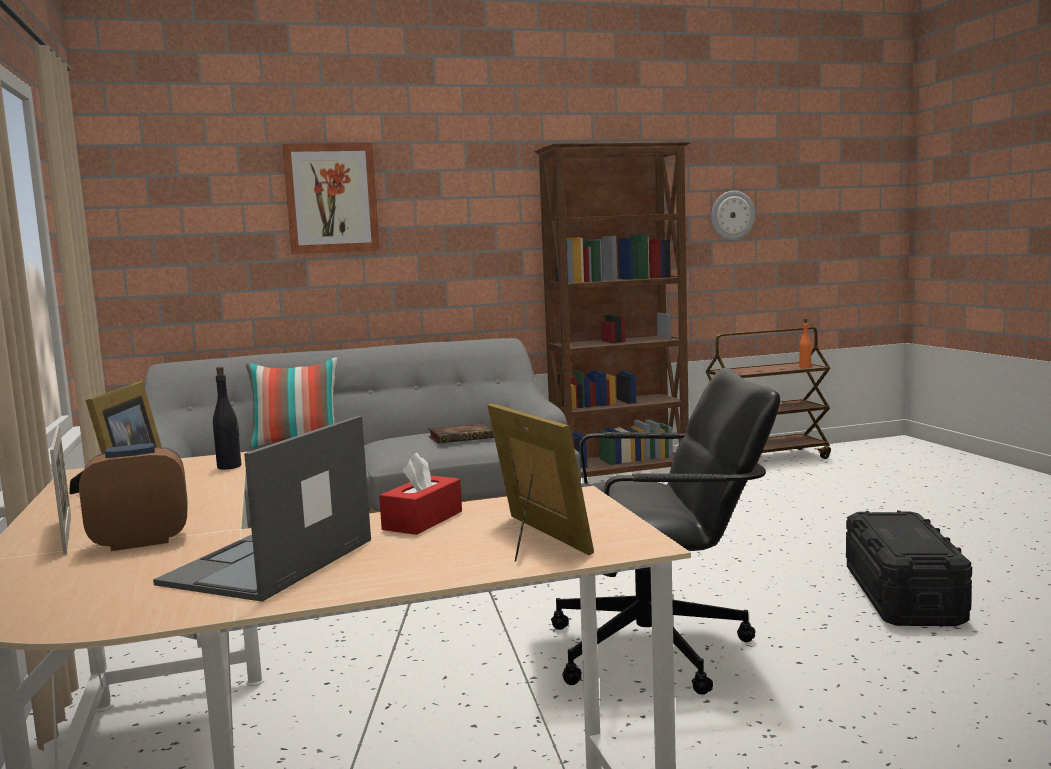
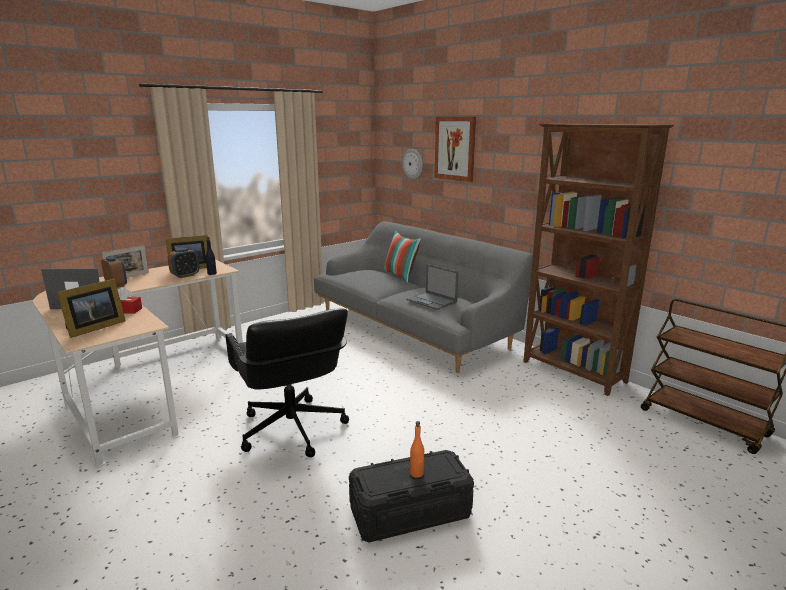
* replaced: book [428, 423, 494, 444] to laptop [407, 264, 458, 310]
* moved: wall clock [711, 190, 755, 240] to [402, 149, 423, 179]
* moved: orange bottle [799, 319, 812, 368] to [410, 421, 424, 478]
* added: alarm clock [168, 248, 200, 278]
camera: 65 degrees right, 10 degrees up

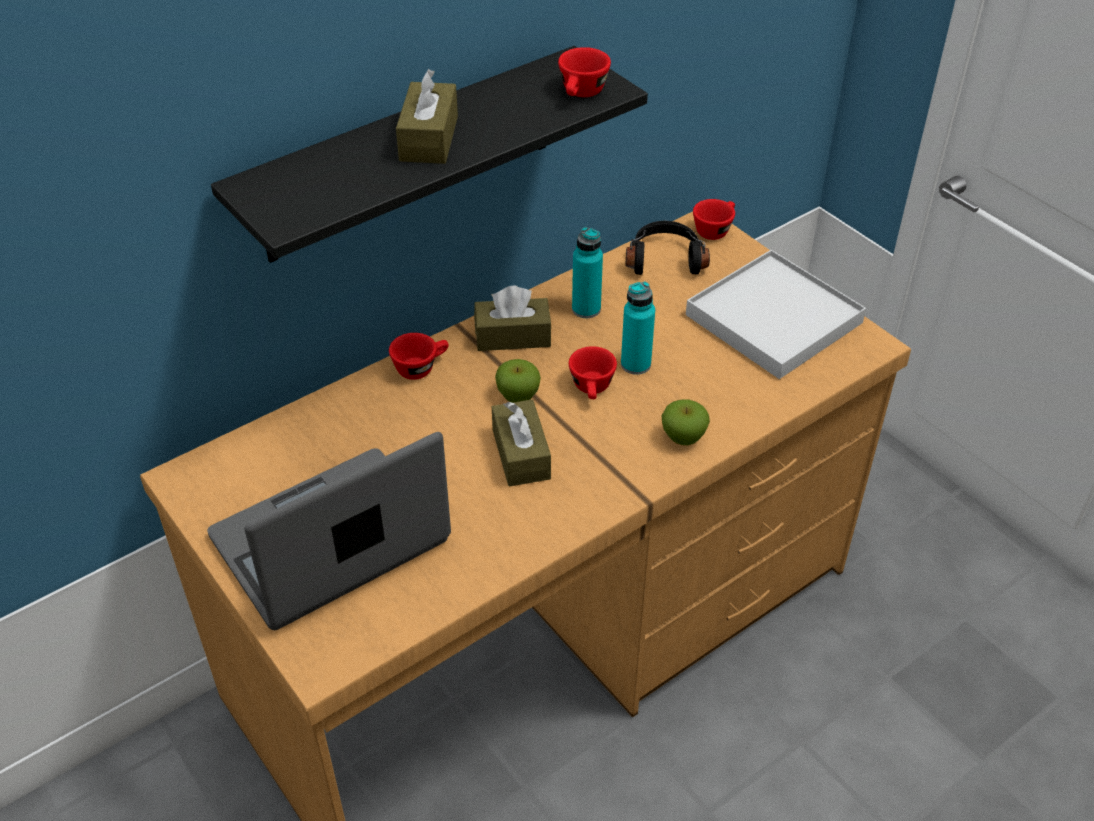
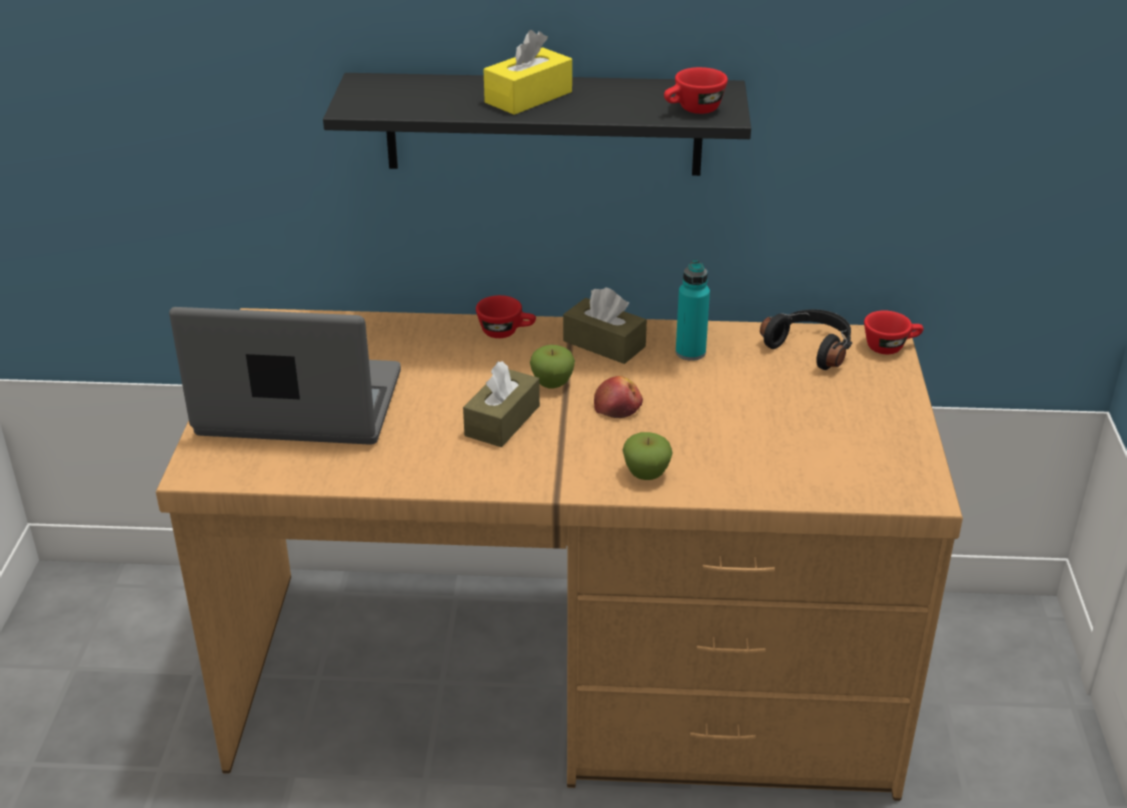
* recoloured: brown tissue box [396, 69, 458, 164] to yellow tissue box [484, 30, 572, 115]
* replaced: red cup [569, 346, 617, 399] to apple [594, 376, 643, 418]
* removed: turquoise bottle [621, 281, 655, 375]
* removed: white tray [686, 250, 866, 379]
camera: 40 degrees right, 10 degrees down

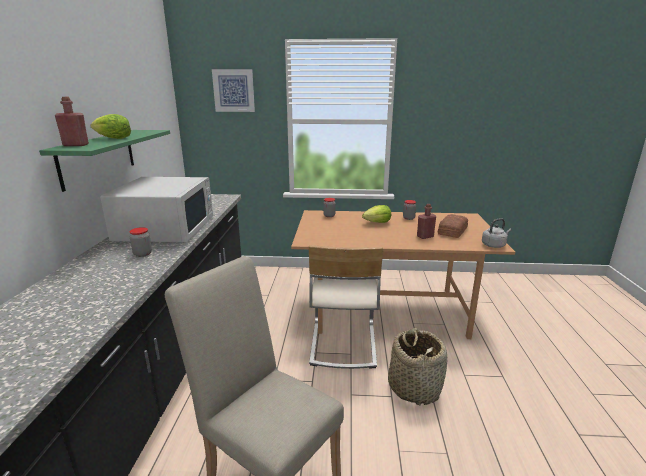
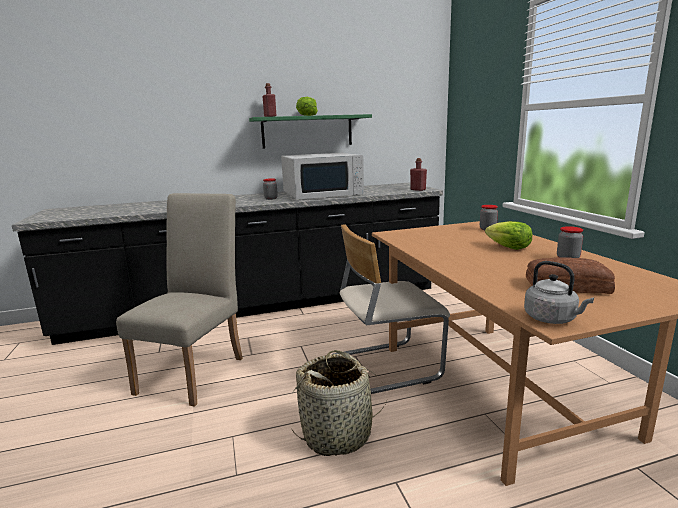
* removed: picture [212, 69, 255, 112]
* moved: red bottle [417, 204, 436, 239] to [410, 158, 427, 191]
camera: 70 degrees right, 5 degrees down

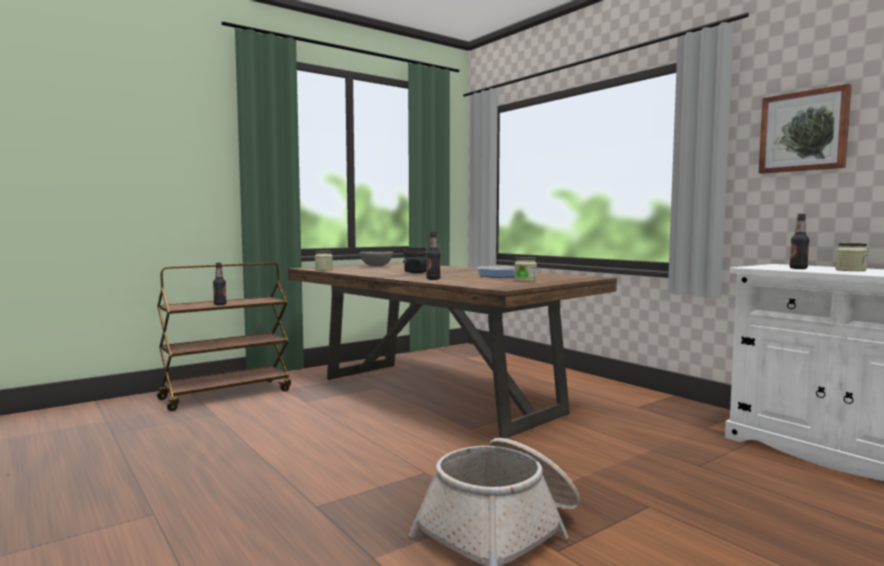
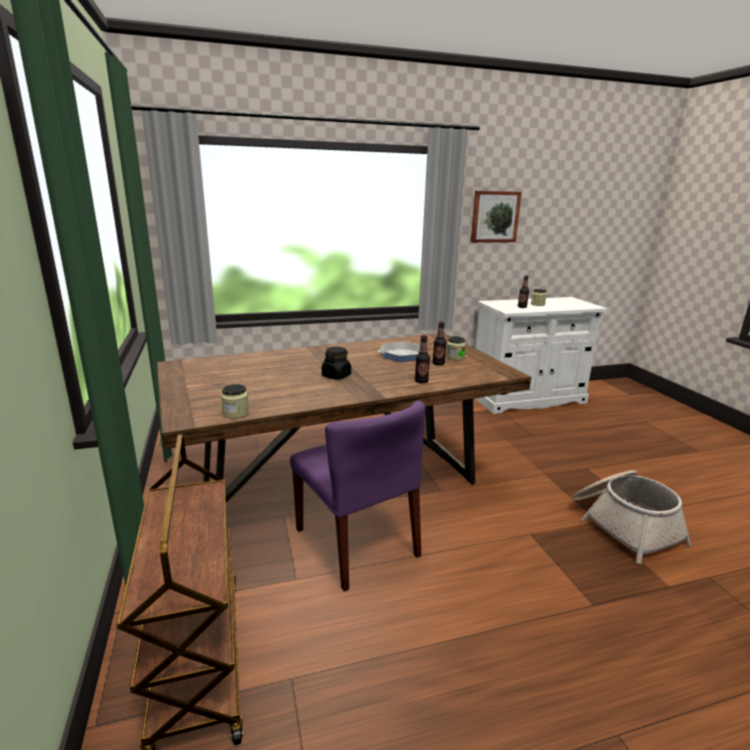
* moved: bottle [213, 262, 227, 305] to [433, 321, 447, 366]
* removed: grey bowl [359, 251, 393, 267]
* added: purple chair [290, 400, 425, 592]
camera: 70 degrees left, 15 degrees up

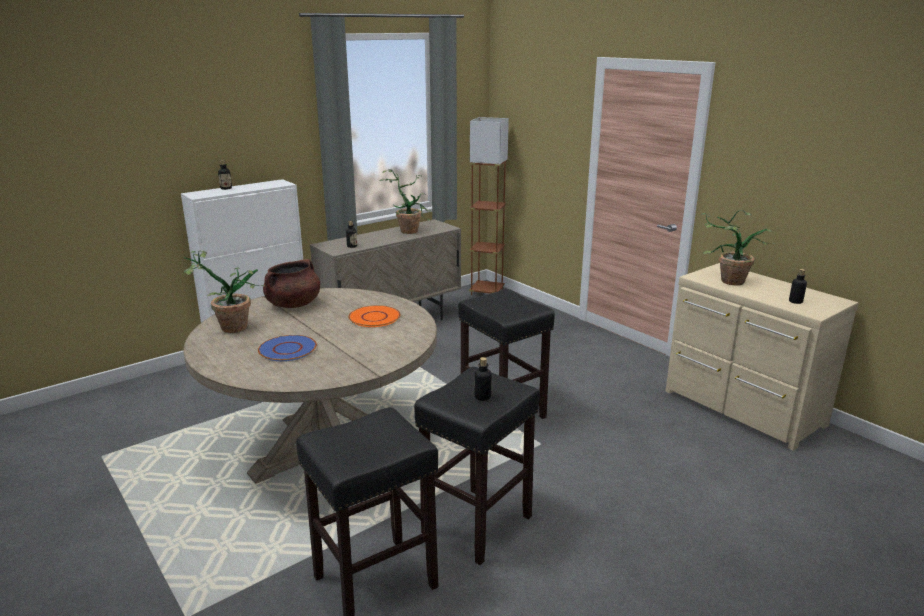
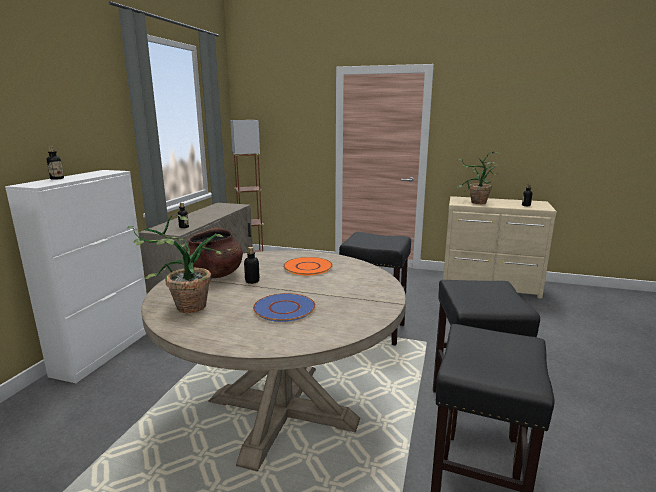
* removed: potted plant [380, 169, 432, 234]
* moved: bottle [475, 357, 492, 401] to [244, 247, 260, 284]
camera: 35 degrees left, 5 degrees down

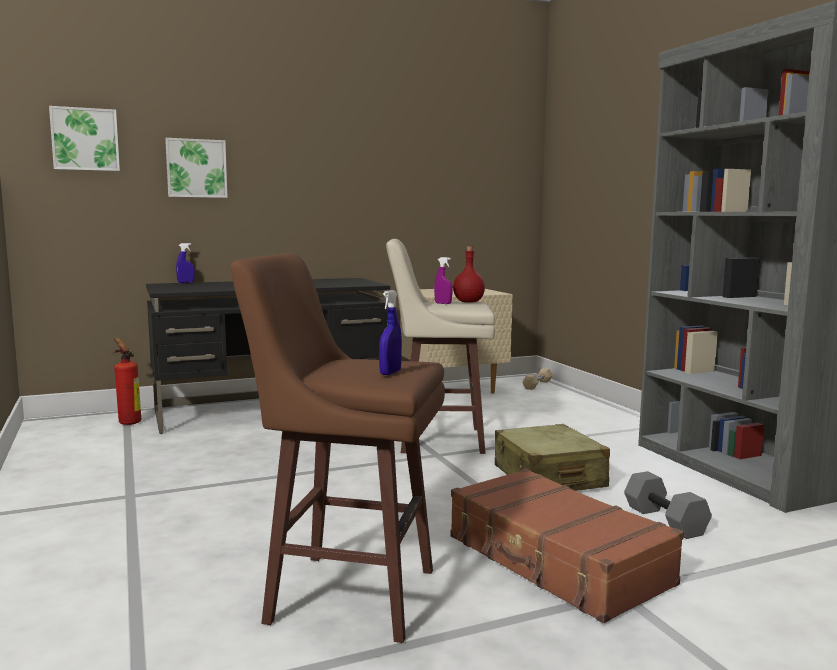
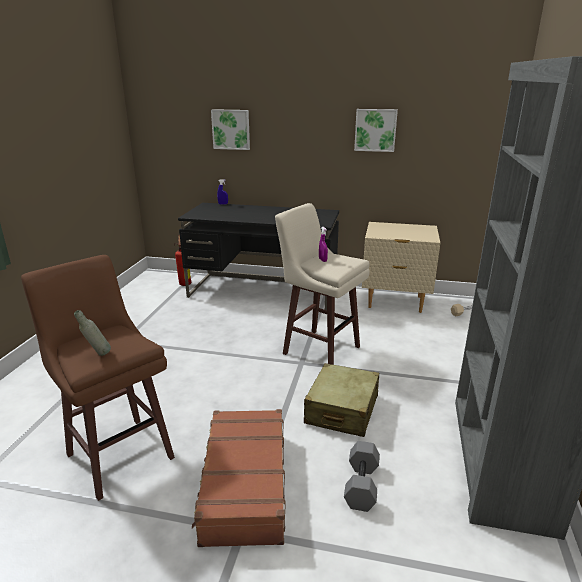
* moved: picture [49, 106, 120, 171] to [354, 109, 398, 152]
* replaced: blue spray bottle [379, 290, 402, 375] to grey bottle [74, 310, 111, 356]
* removed: red bottle [453, 246, 485, 303]
camera: 35 degrees right, 15 degrees up

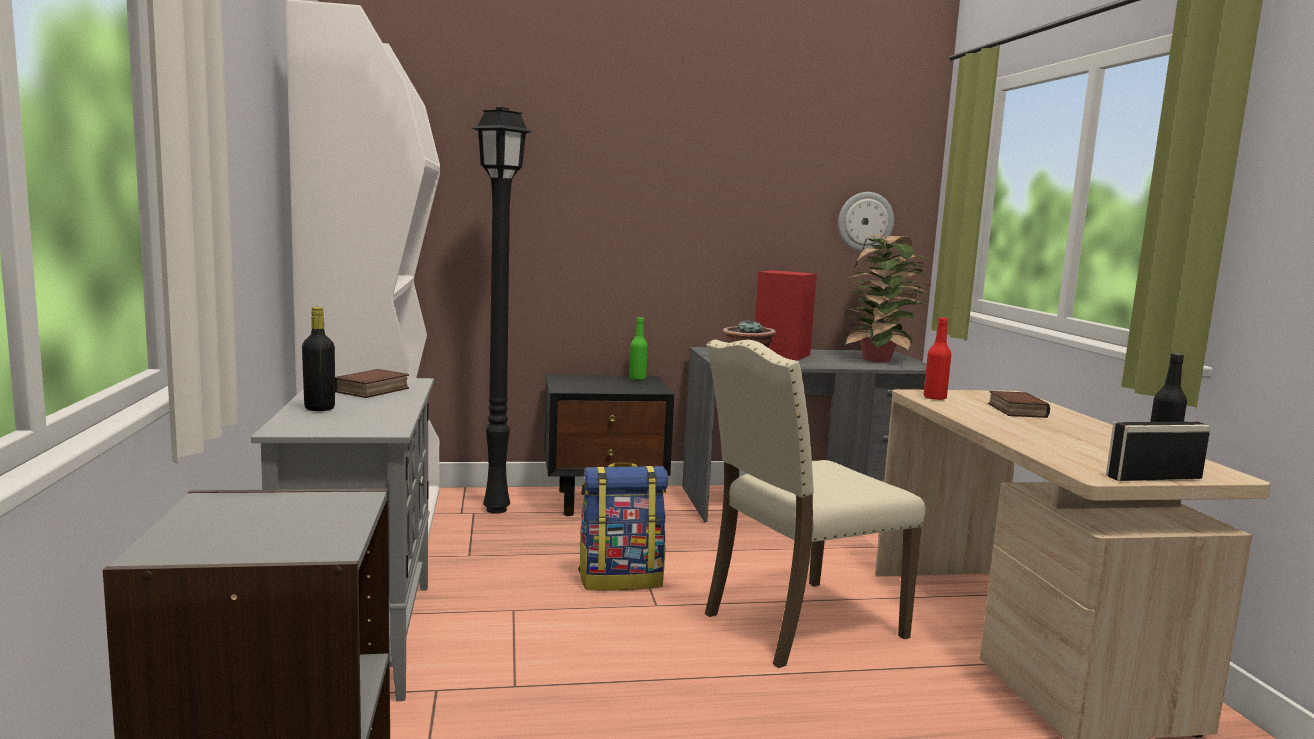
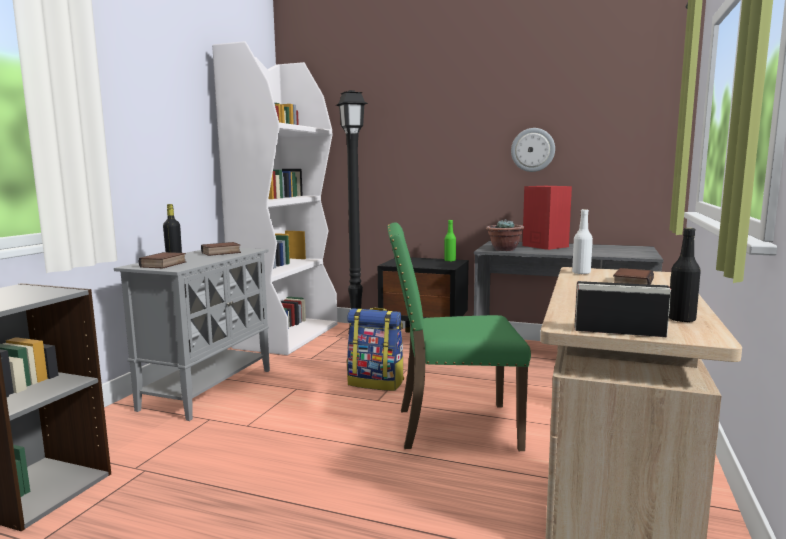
* recoloured: beige chair [705, 340, 926, 668] to green chair [387, 222, 531, 451]
* moved: wall clock [838, 192, 894, 252] to [511, 128, 555, 172]
* removed: potted plant [844, 234, 931, 362]
* recoloured: red bottle [923, 317, 951, 400] to white bottle [572, 209, 593, 274]
* added: book [139, 252, 186, 268]
camera: 30 degrees right, 0 degrees up

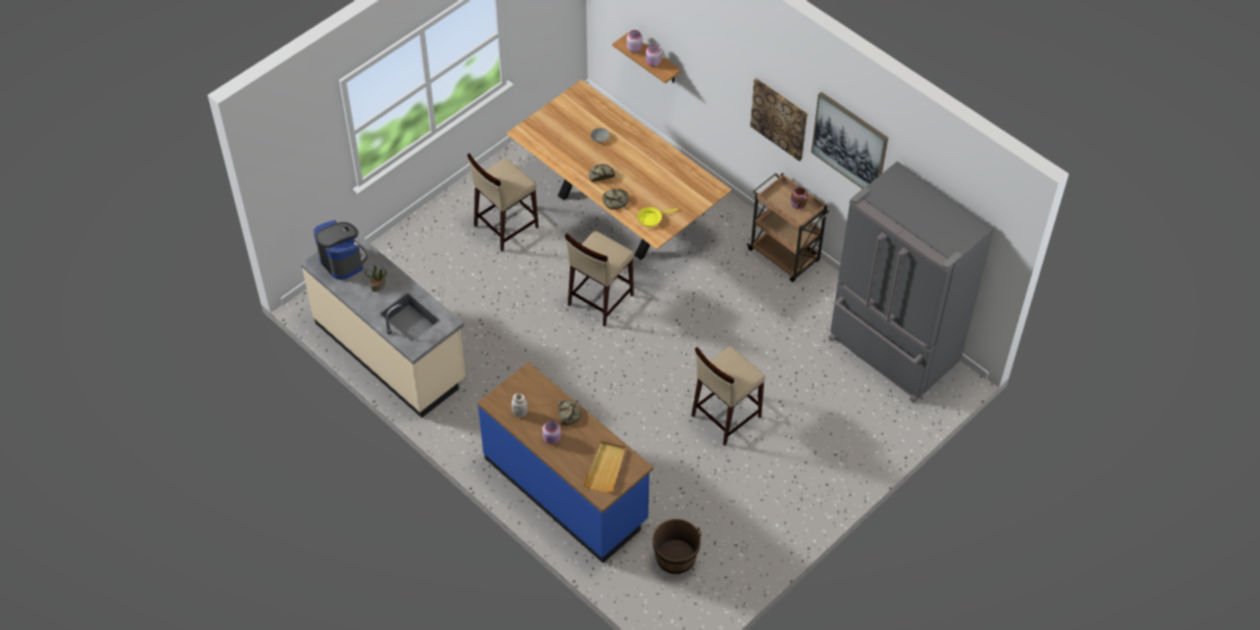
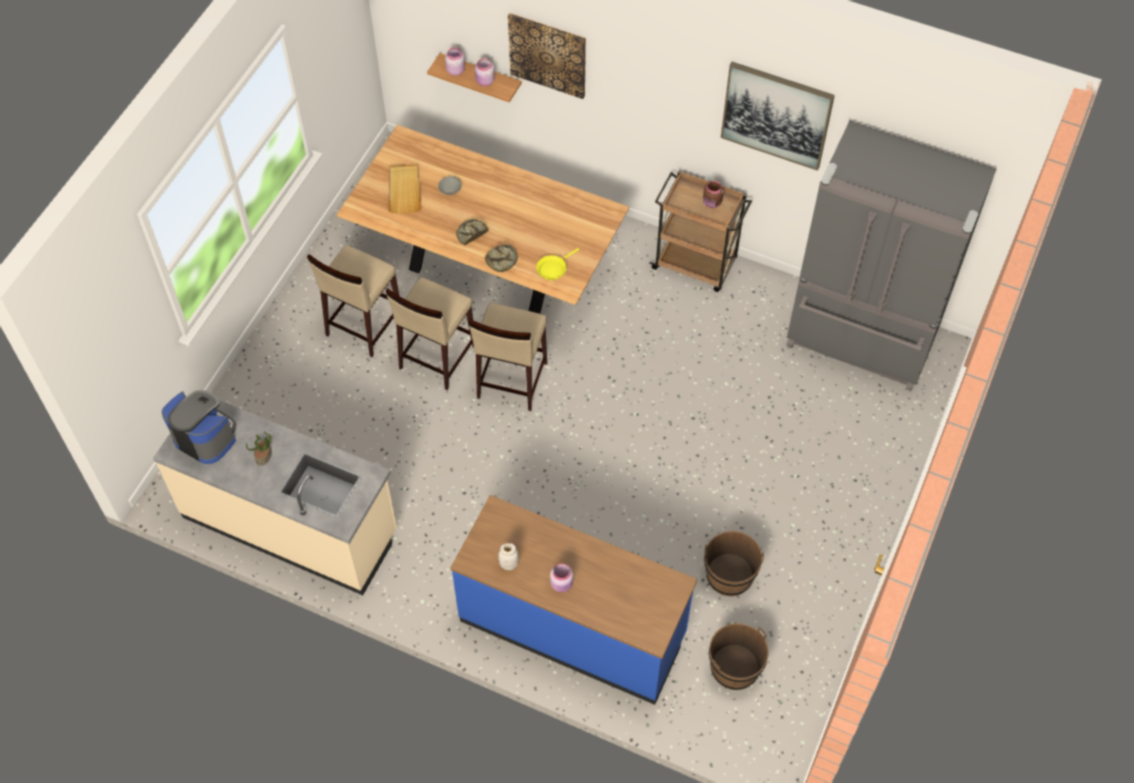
* removed: bread [558, 400, 581, 426]
* moved: beige tray [583, 441, 626, 493] to [388, 164, 422, 214]
* moved: beige stool [691, 346, 765, 446] to [386, 277, 474, 390]
* moved: picture [750, 78, 808, 161] to [508, 13, 586, 99]
* added: brown bucket [704, 531, 764, 596]
camera: 20 degrees left, 5 degrees up

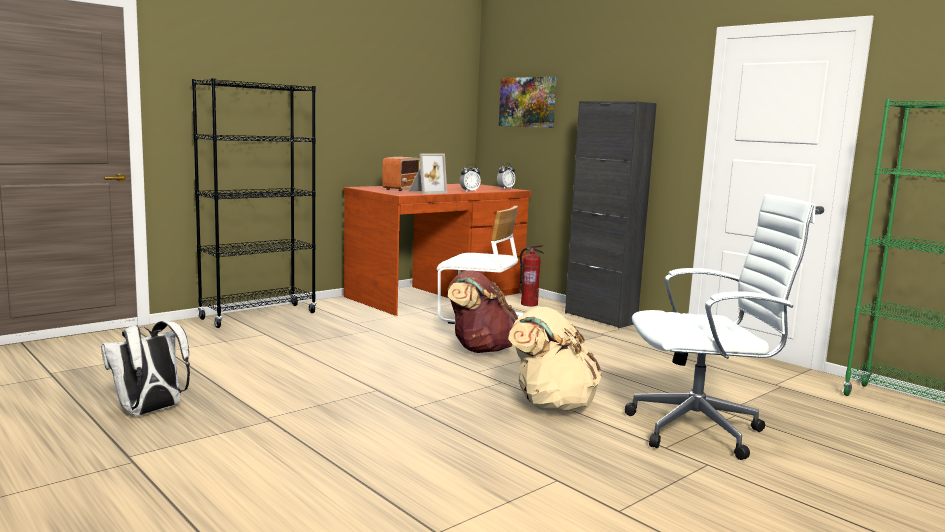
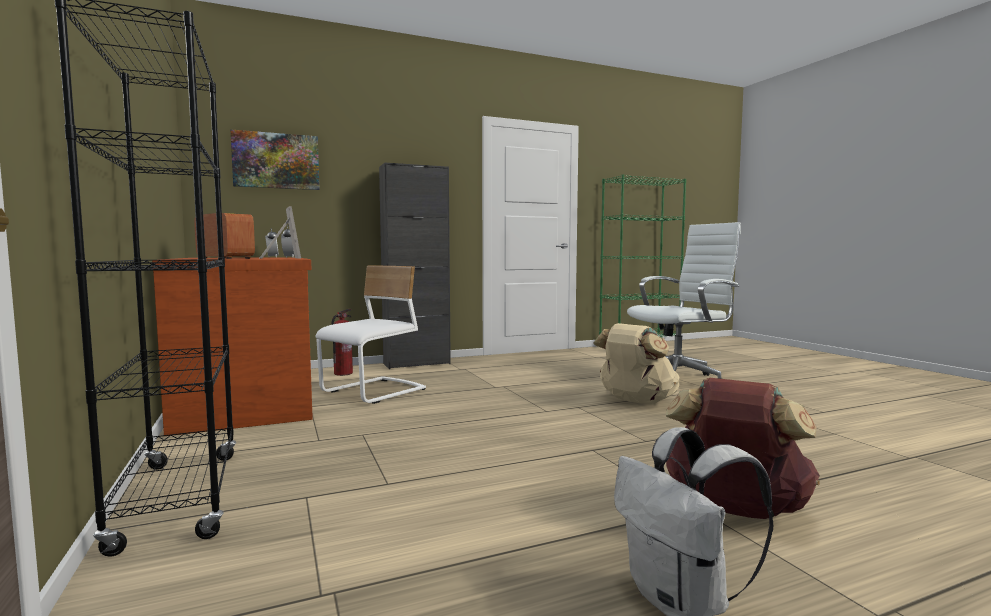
* moved: brown backpack [447, 270, 518, 353] to [666, 378, 820, 519]
* turned: white office chair [625, 194, 816, 460] = [627, 222, 741, 379] 45 degrees clockwise
camera: 70 degrees left, 5 degrees down

